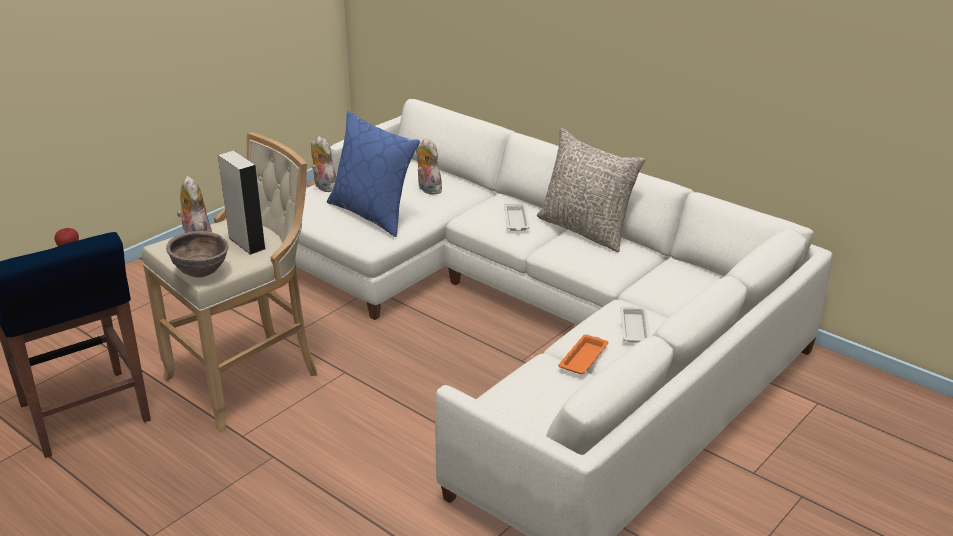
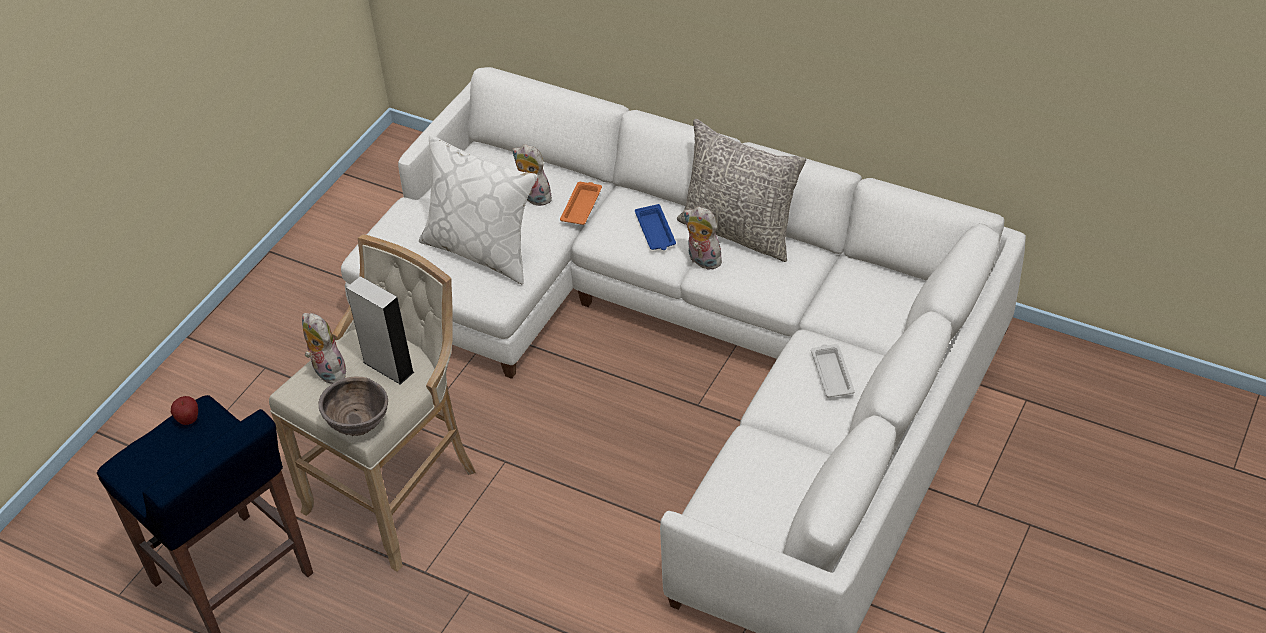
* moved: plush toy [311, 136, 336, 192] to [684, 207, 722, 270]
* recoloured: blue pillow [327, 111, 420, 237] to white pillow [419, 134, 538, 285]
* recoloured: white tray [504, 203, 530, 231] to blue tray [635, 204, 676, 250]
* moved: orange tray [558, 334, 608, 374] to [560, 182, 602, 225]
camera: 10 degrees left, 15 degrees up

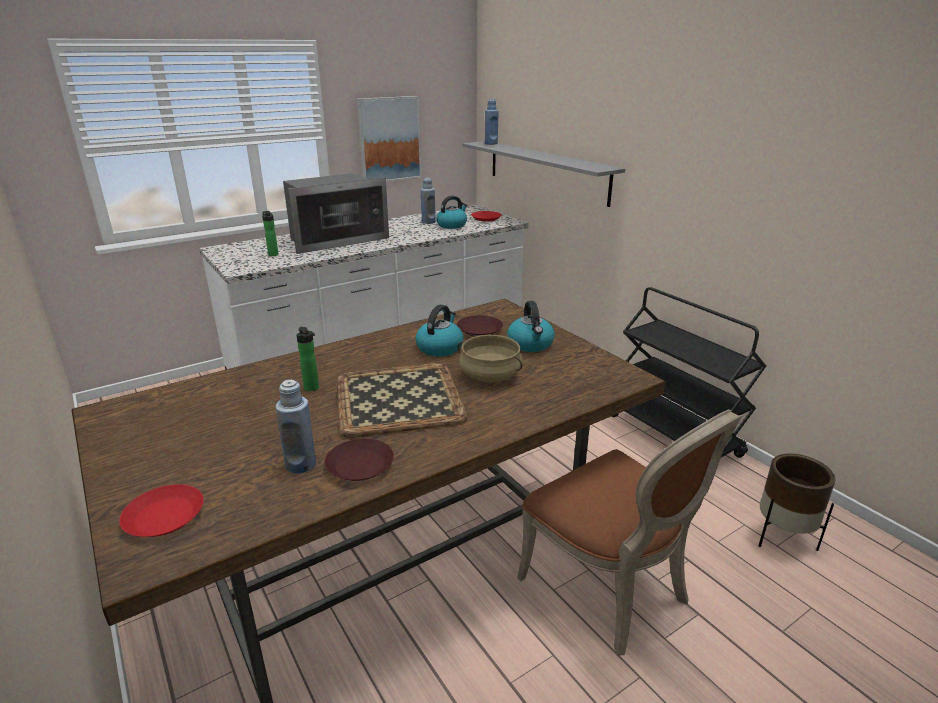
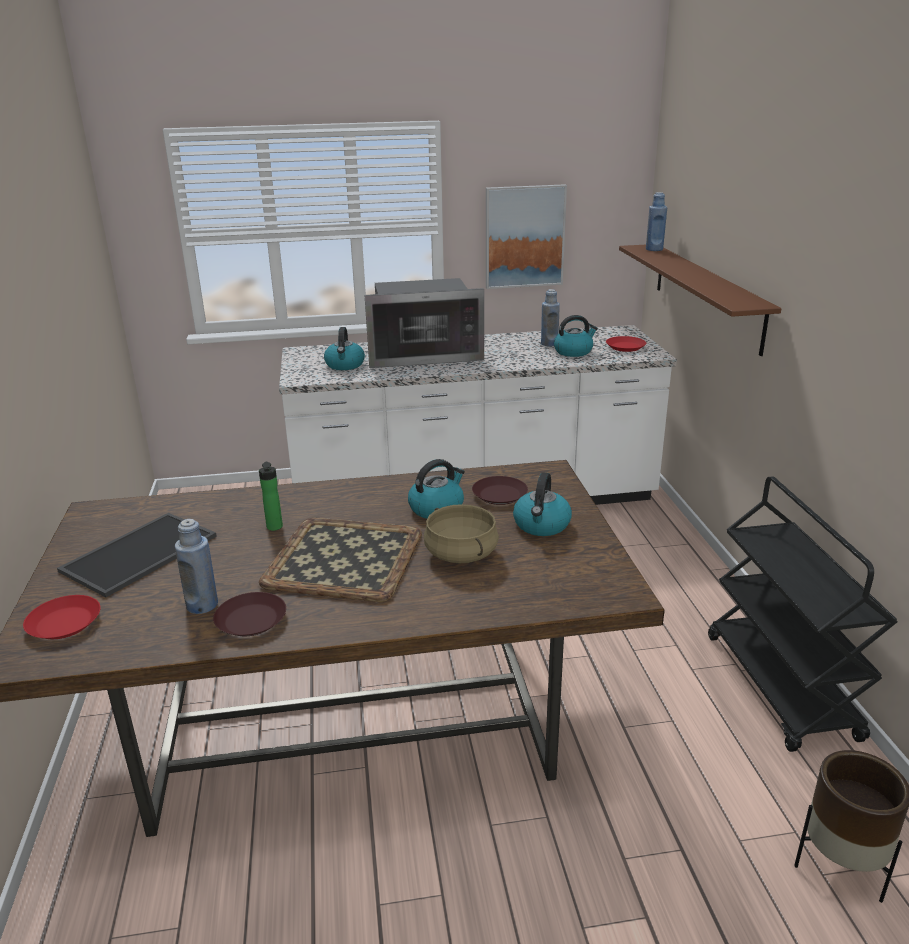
* replaced: bottle [262, 211, 279, 256] to kettle [324, 327, 365, 370]
* recoloured: grey shelf [462, 141, 625, 207] to brown shelf [619, 245, 782, 356]
* removed: brown chair [517, 409, 742, 656]
* added: tray [57, 513, 217, 597]
camera: 25 degrees right, 0 degrees up

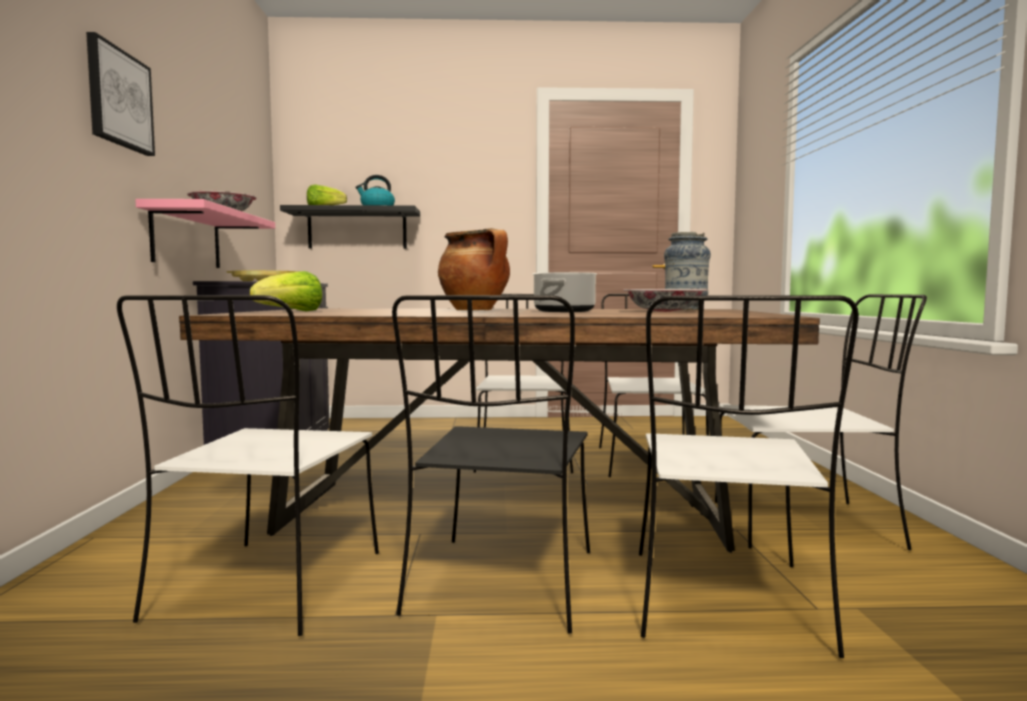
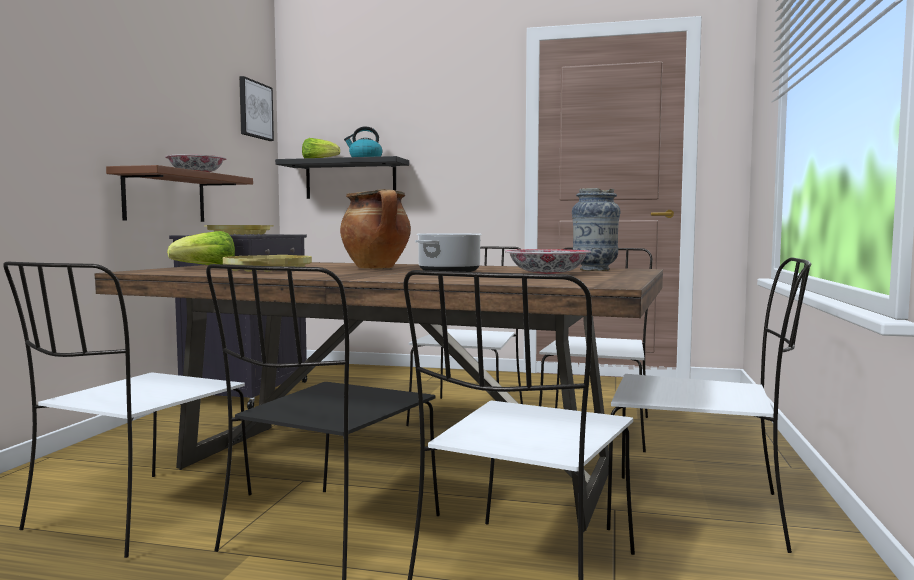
* moved: picture [86, 32, 155, 156] to [239, 76, 274, 141]
* recoloured: pink shelf [135, 199, 275, 268] to brown shelf [106, 165, 253, 222]
* added: yellow tray [223, 255, 312, 272]
camera: 15 degrees right, 0 degrees up

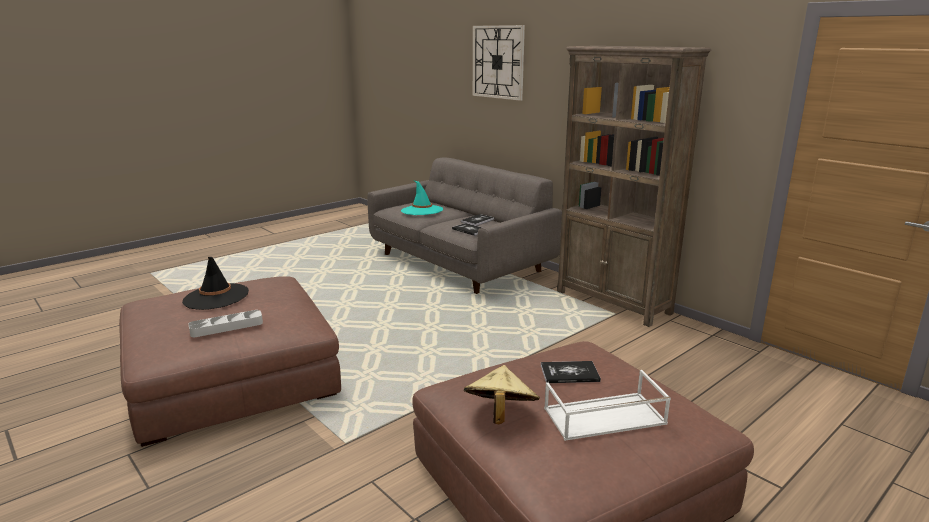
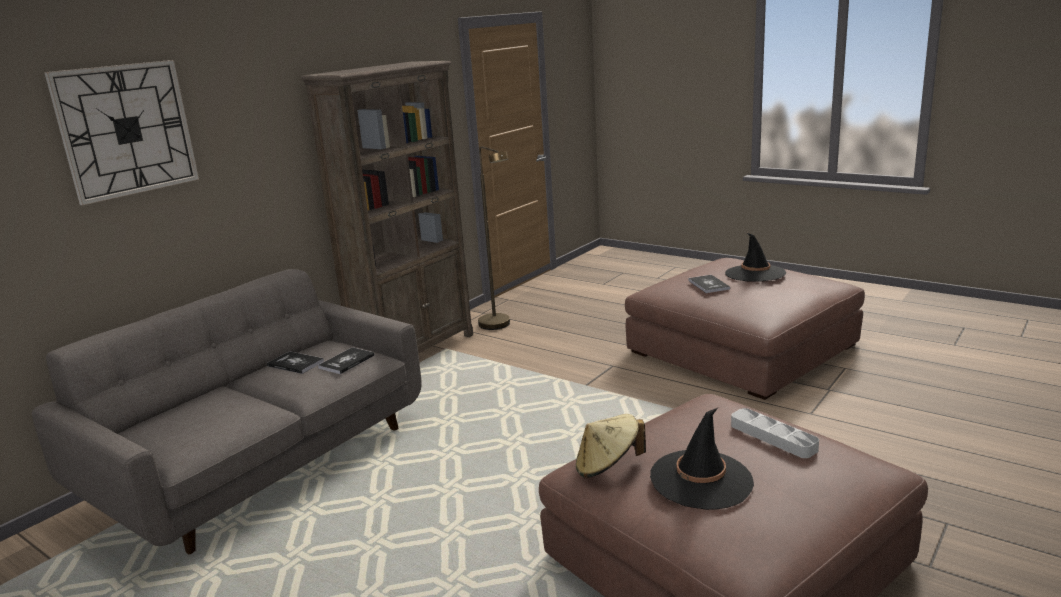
* removed: turquoise hat [401, 181, 443, 215]
* moved: beige hat [464, 365, 540, 424] to [576, 414, 646, 478]
* replaced: white tray [544, 370, 671, 441] to black hat [725, 233, 786, 282]
* added: brown floor lamp [478, 146, 510, 330]
camera: 100 degrees left, 0 degrees up

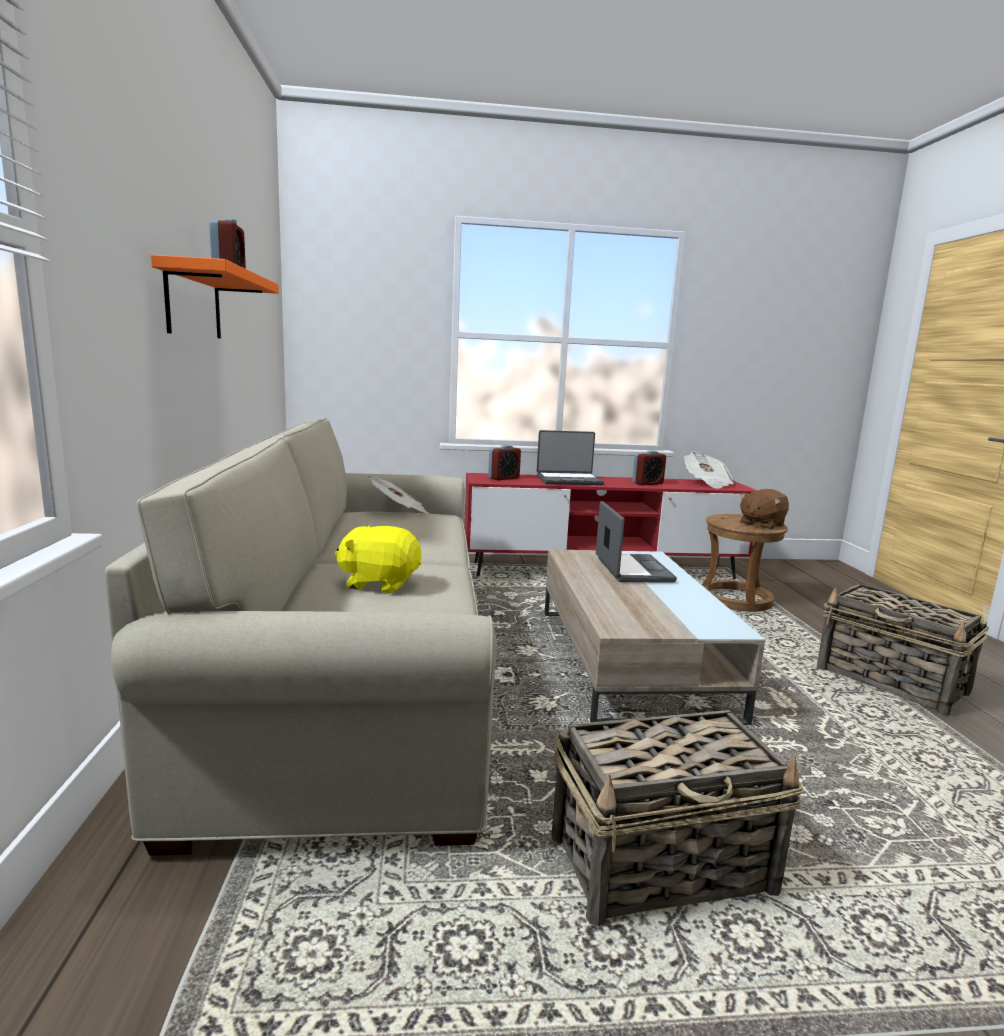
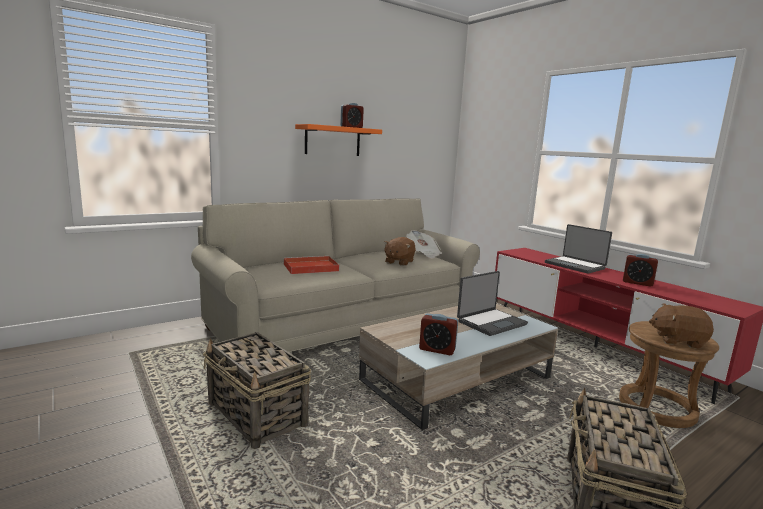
* replaced: yellow plush toy [334, 526, 421, 593] to red tray [283, 256, 339, 274]
* moved: alarm clock [488, 445, 521, 480] to [419, 313, 458, 355]
* removed: newspaper [684, 451, 734, 489]
* added: brown plush toy [384, 237, 415, 266]
camera: 60 degrees right, 0 degrees up

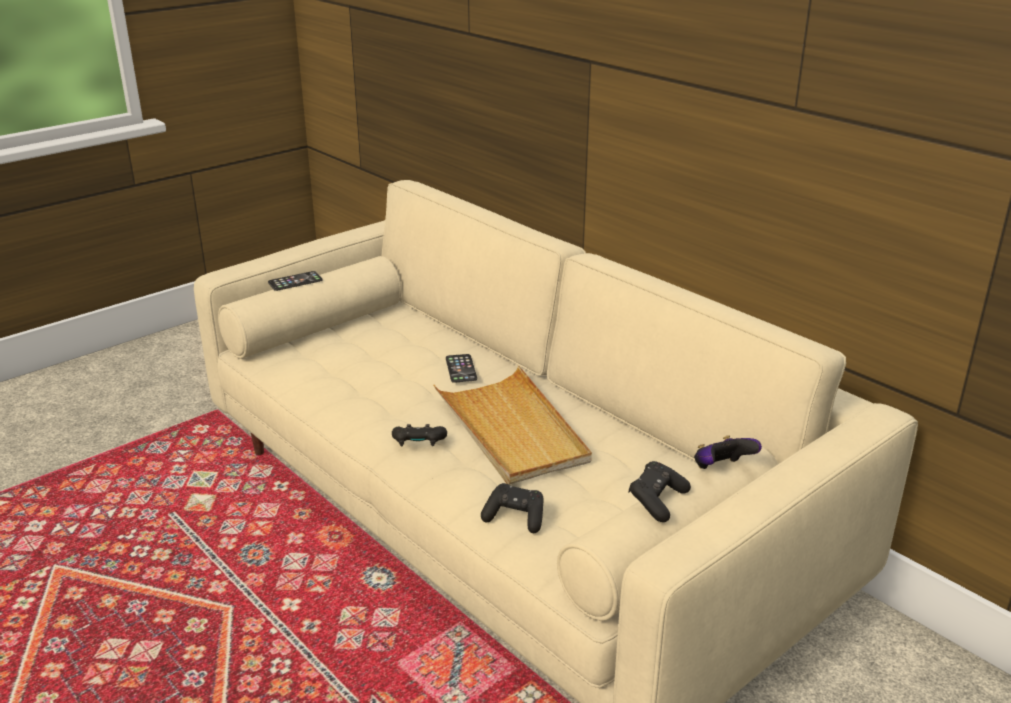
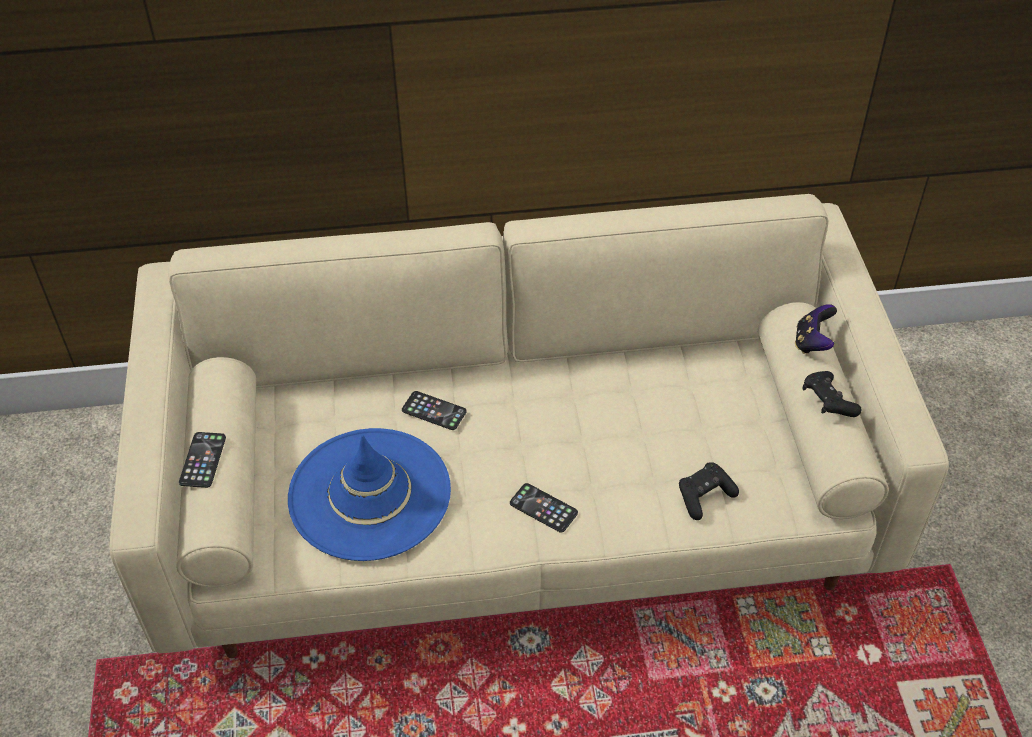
* replaced: black game controller [392, 424, 447, 446] to phone [510, 483, 578, 533]
* removed: beige tray [434, 366, 592, 485]
* added: blue hat [288, 428, 451, 561]
camera: 55 degrees left, 20 degrees up

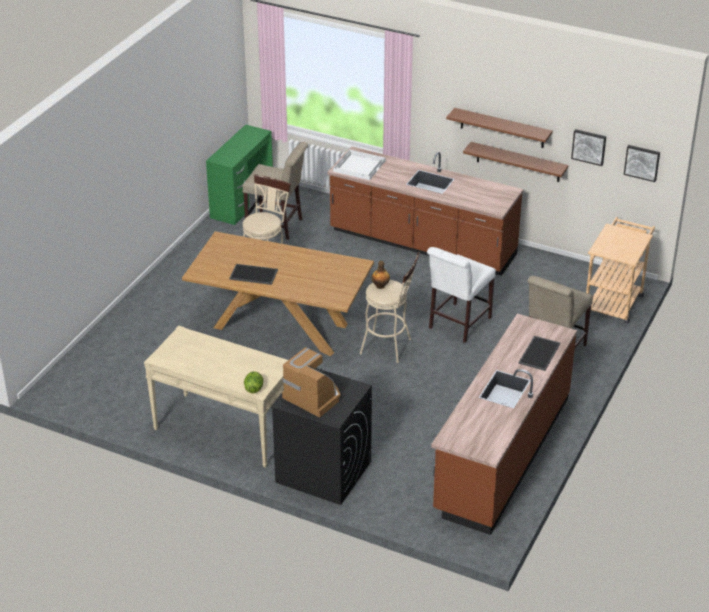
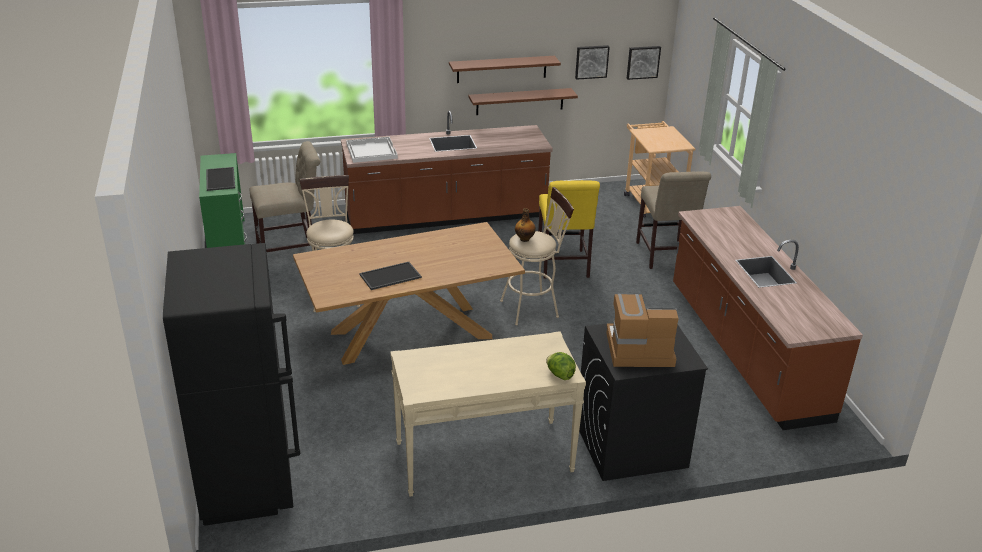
* recoloured: white chair [427, 247, 496, 343] to yellow chair [538, 180, 600, 279]
* moved: tray [518, 336, 560, 371] to [206, 167, 235, 191]
* added: black fridge [163, 243, 300, 526]
camera: 40 degrees left, 5 degrees down

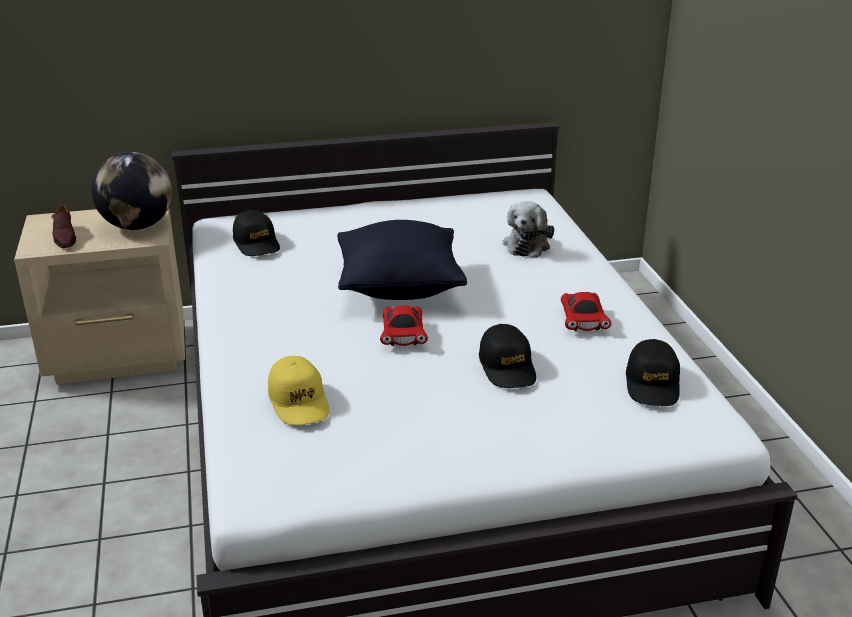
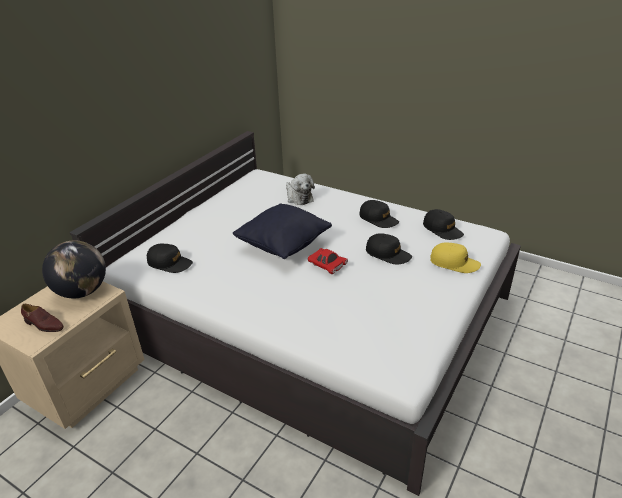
* moved: yellow cap [268, 356, 329, 425] to [430, 243, 481, 273]
* replaced: red toy car [561, 292, 612, 331] to black cap [359, 200, 399, 228]
camera: 45 degrees left, 5 degrees up

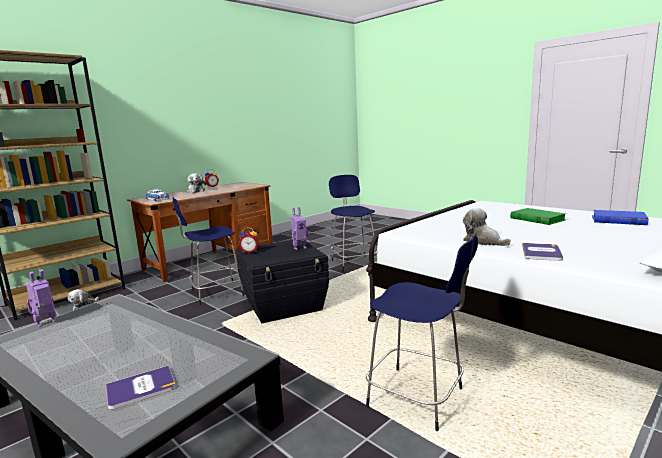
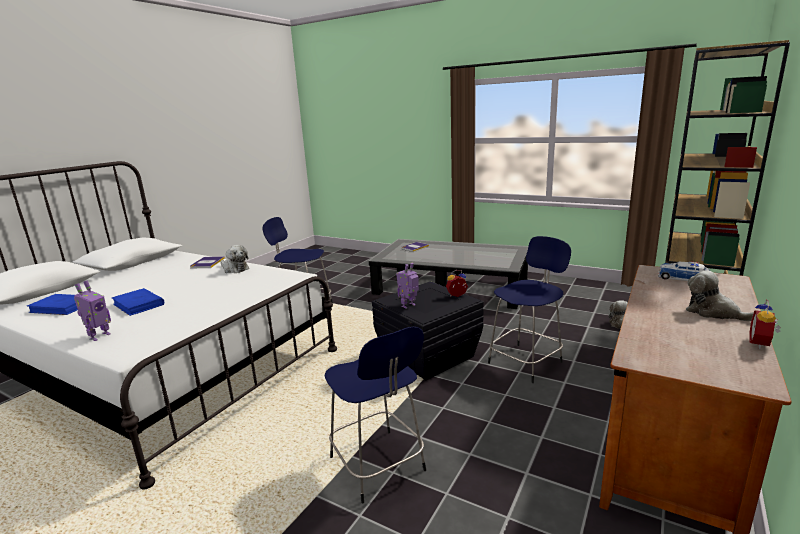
* moved: toy robot [26, 269, 56, 327] to [74, 280, 111, 341]
* recoloured: green book [510, 208, 566, 225] to blue book [112, 288, 164, 316]
camera: 165 degrees right, 5 degrees up

